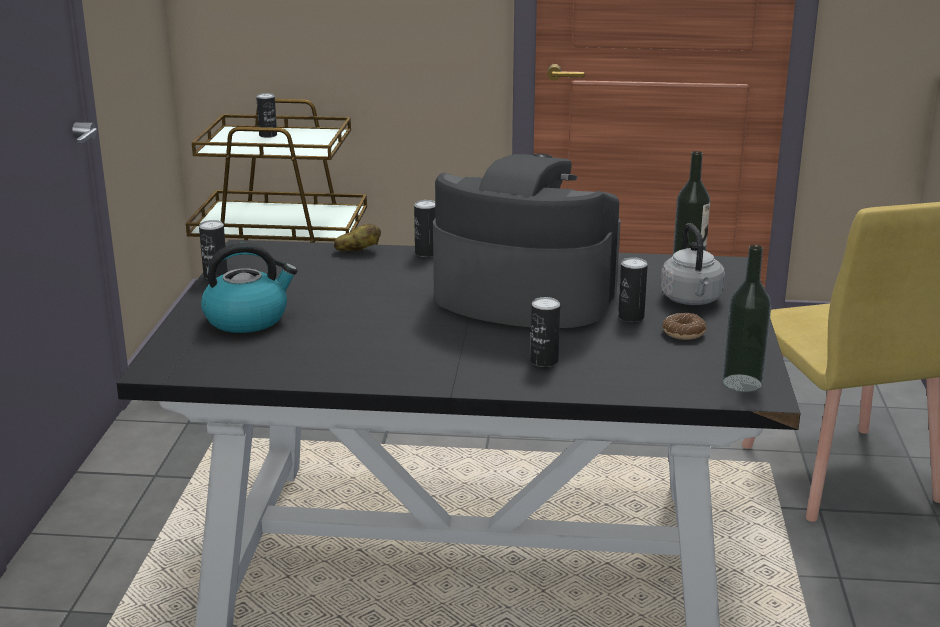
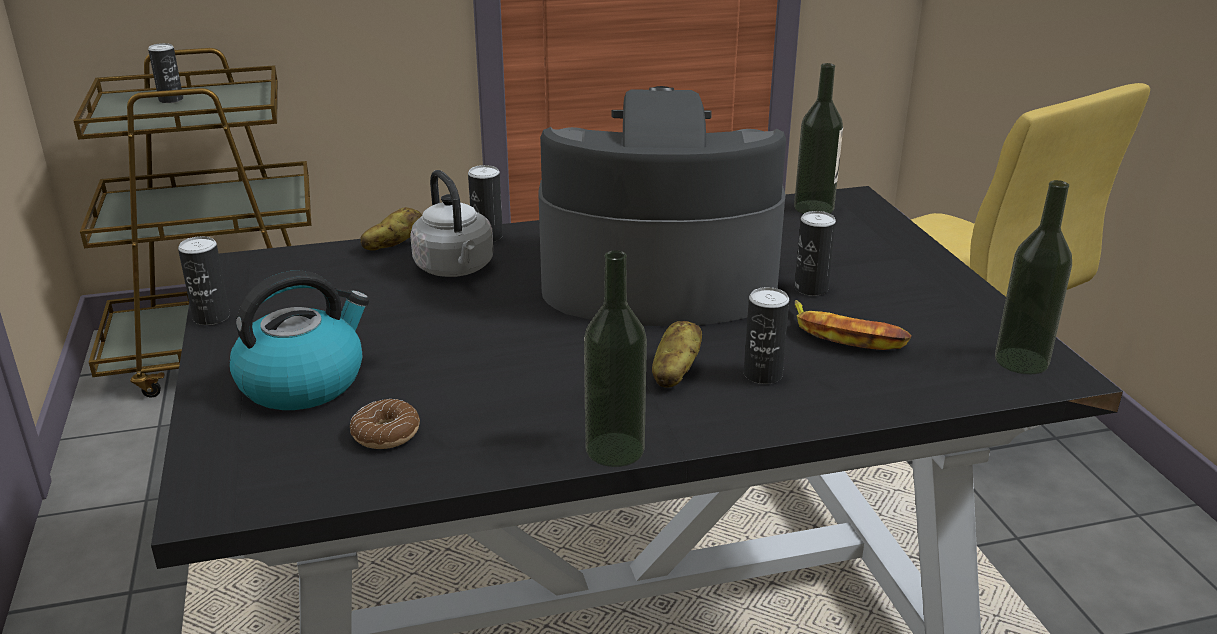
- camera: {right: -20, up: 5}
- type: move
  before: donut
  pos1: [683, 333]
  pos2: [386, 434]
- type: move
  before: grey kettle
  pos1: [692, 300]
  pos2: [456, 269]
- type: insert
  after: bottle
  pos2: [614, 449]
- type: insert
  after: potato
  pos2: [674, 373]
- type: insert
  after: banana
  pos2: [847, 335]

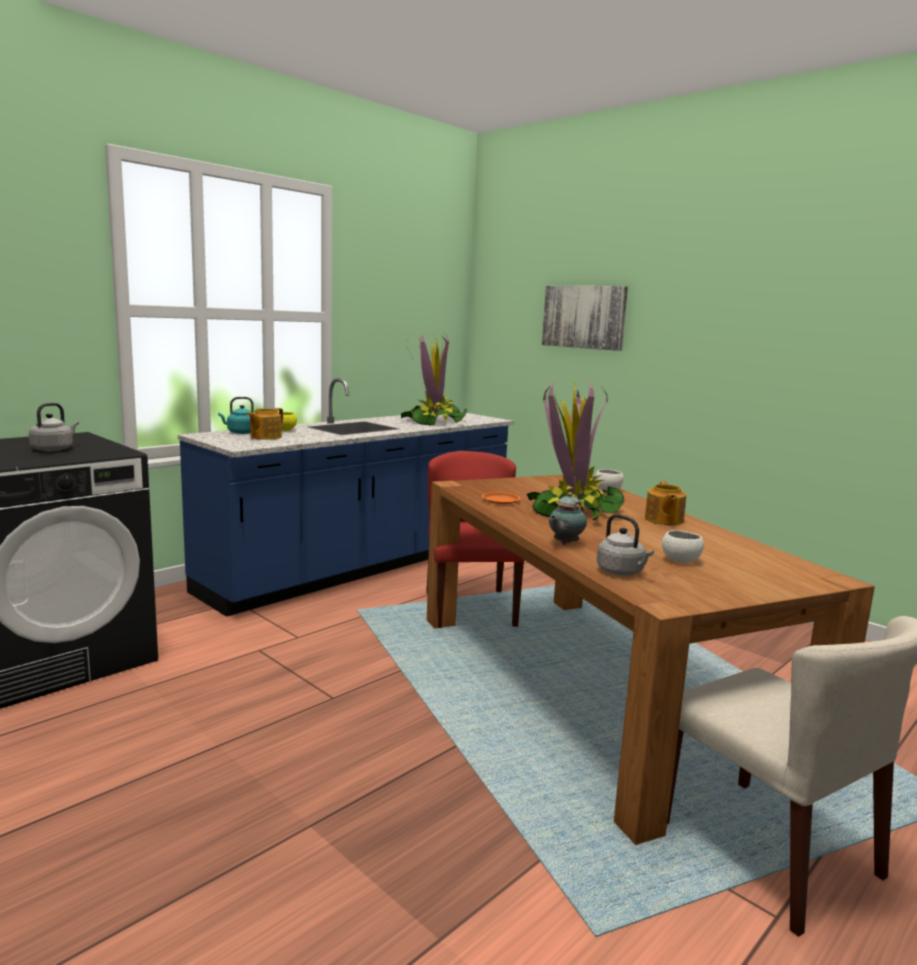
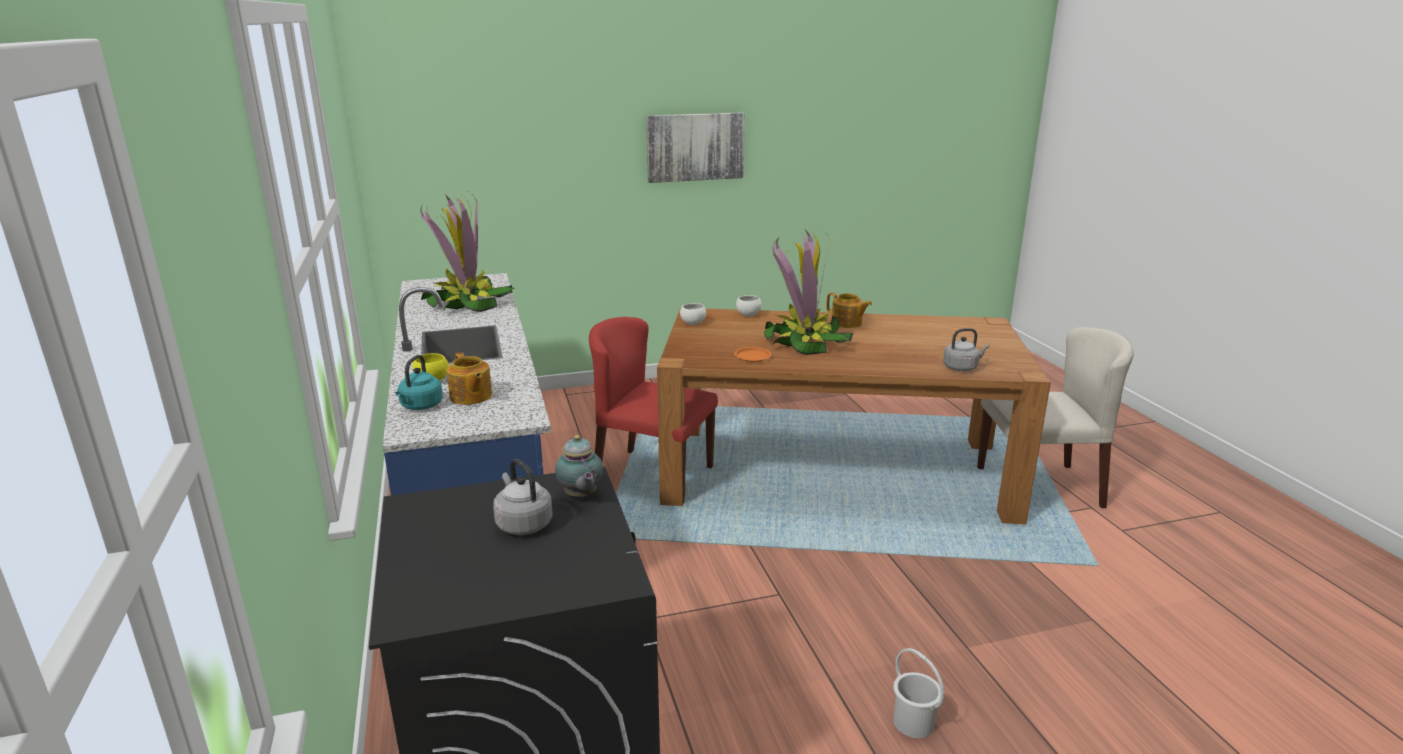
- camera: {right: -60, up: 10}
- type: move
  before: teapot
  pos1: [564, 543]
  pos2: [580, 496]
- type: move
  before: picture
  pos1: [584, 317]
  pos2: [695, 147]
- type: move
  before: white bowl
  pos1: [680, 561]
  pos2: [693, 323]
- type: insert
  after: white bucket
  pos2: [913, 722]

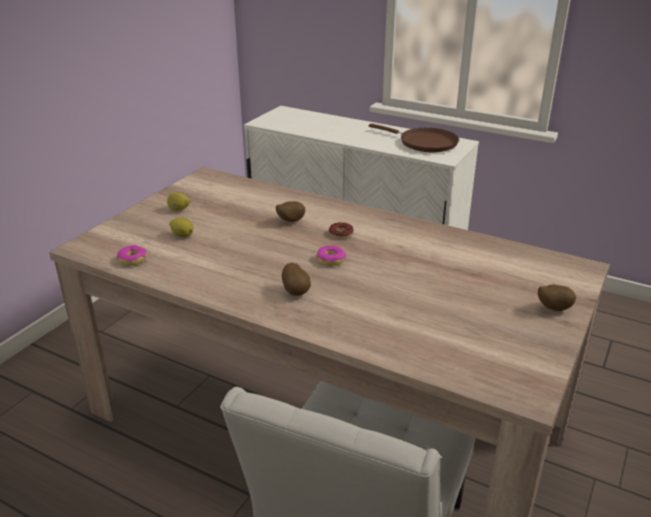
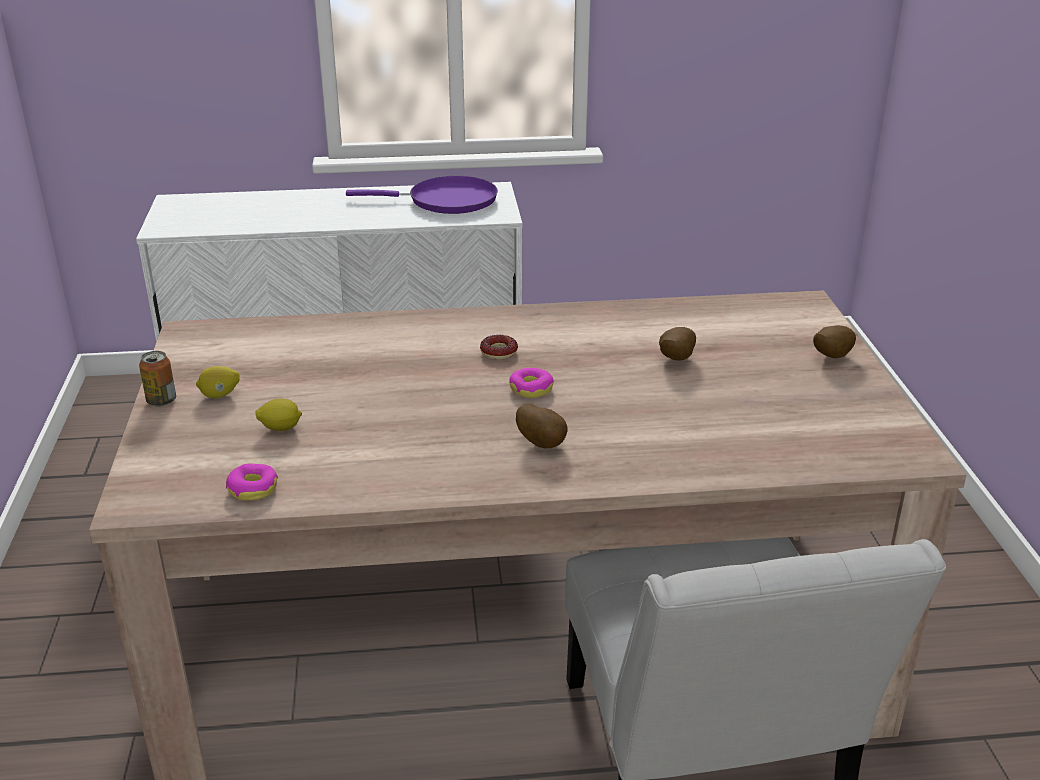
- camera: {right: -35, up: 0}
- type: insert
  after: can
  pos2: [161, 401]
- type: recolor
  before: brown frying pan
  after: purple frying pan
  pos1: [424, 143]
  pos2: [446, 201]
- type: move
  before: potato
  pos1: [290, 221]
  pos2: [674, 360]

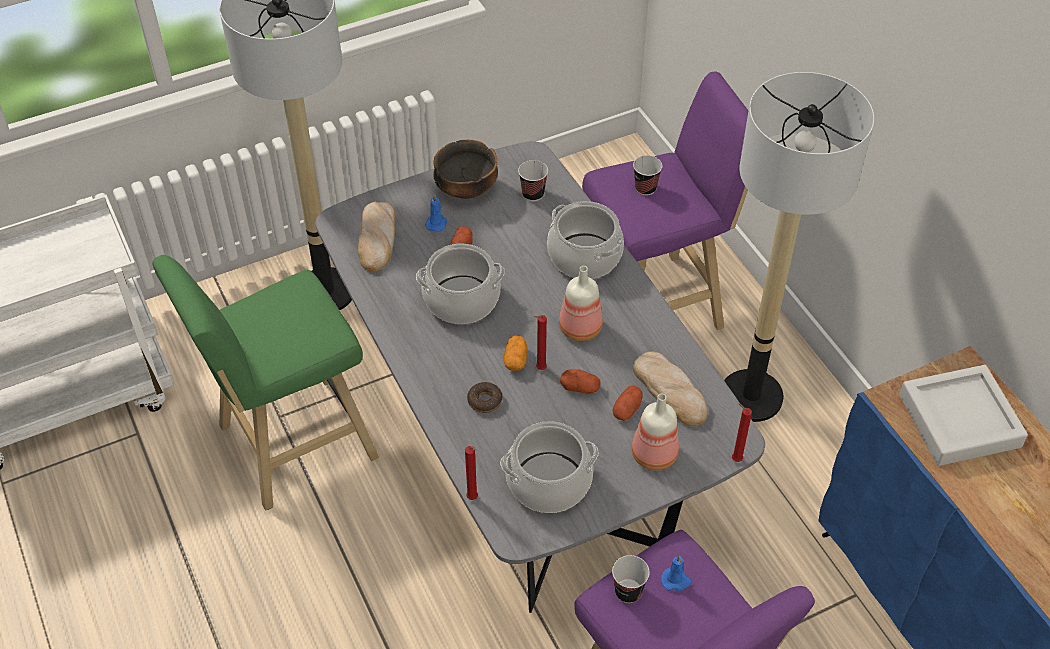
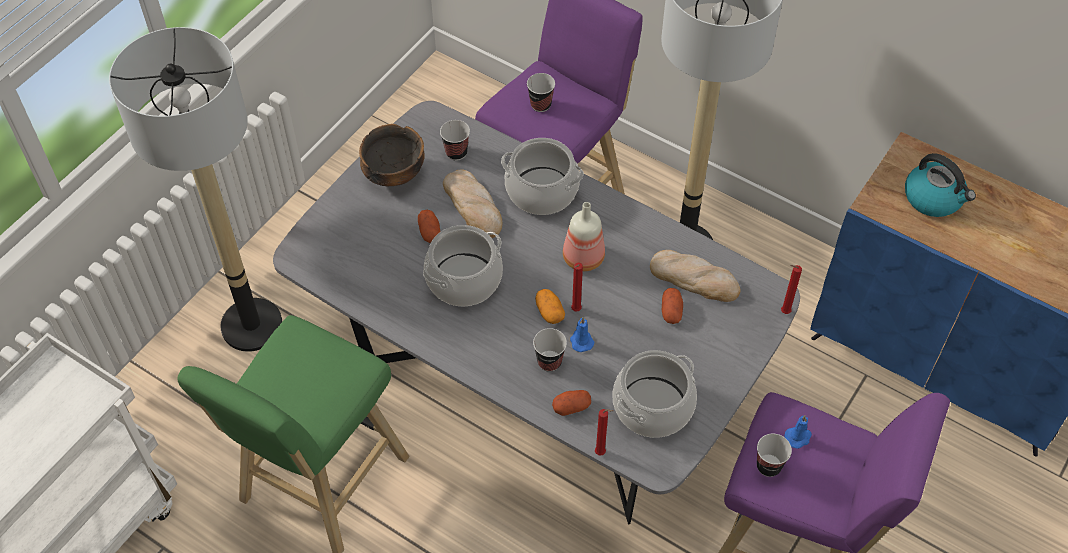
- camera: {right: -30, up: 5}
- type: move
  before: bread
  pos1: [377, 239]
  pos2: [473, 206]
- type: replace
  before: donut
  after: cup
  pos1: [485, 401]
  pos2: [549, 362]
- type: move
  before: potato
  pos1: [580, 387]
  pos2: [571, 407]
- type: move
  before: blue candle
  pos1: [436, 223]
  pos2: [581, 341]
- type: replace
  before: grey tray
  after: kettle
  pos1: [959, 421]
  pos2: [934, 198]
- type: delete
  before: bottle
  pos1: [654, 456]

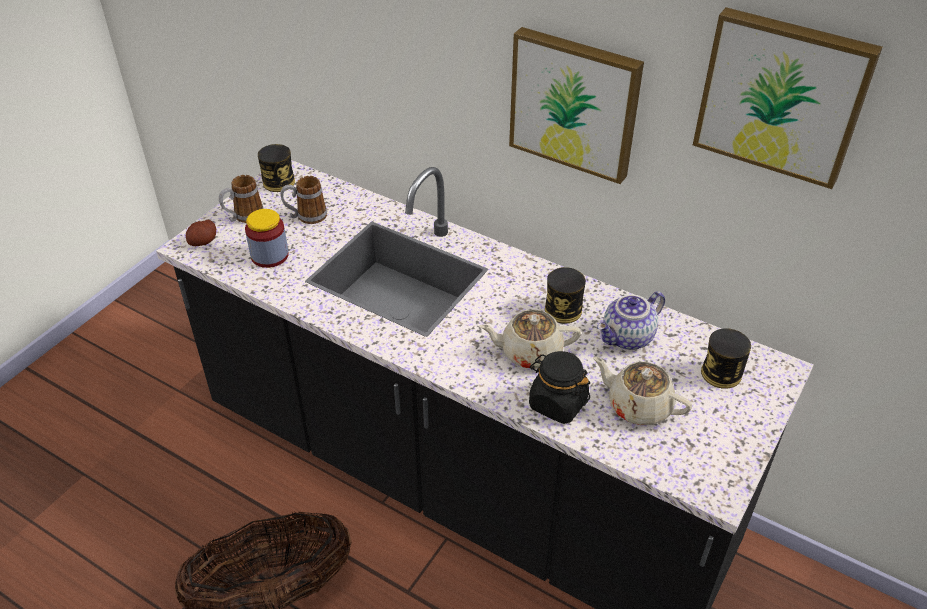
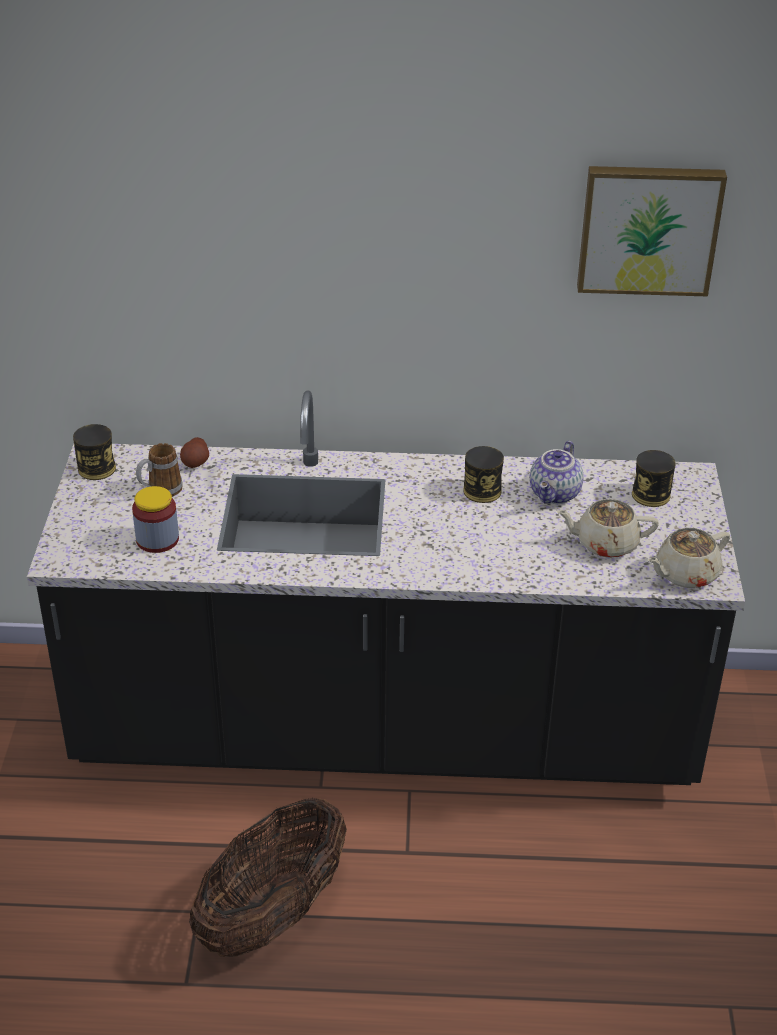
- camera: {right: -30, up: -5}
- type: move
  before: potato
  pos1: [203, 242]
  pos2: [195, 462]
- type: move
  before: beige teapot
  pos1: [529, 352]
  pos2: [685, 574]
- type: delete
  before: mug
  pos1: [244, 217]
- type: delete
  before: picture
  pos1: [575, 103]
- type: delete
  before: black jar
  pos1: [557, 403]

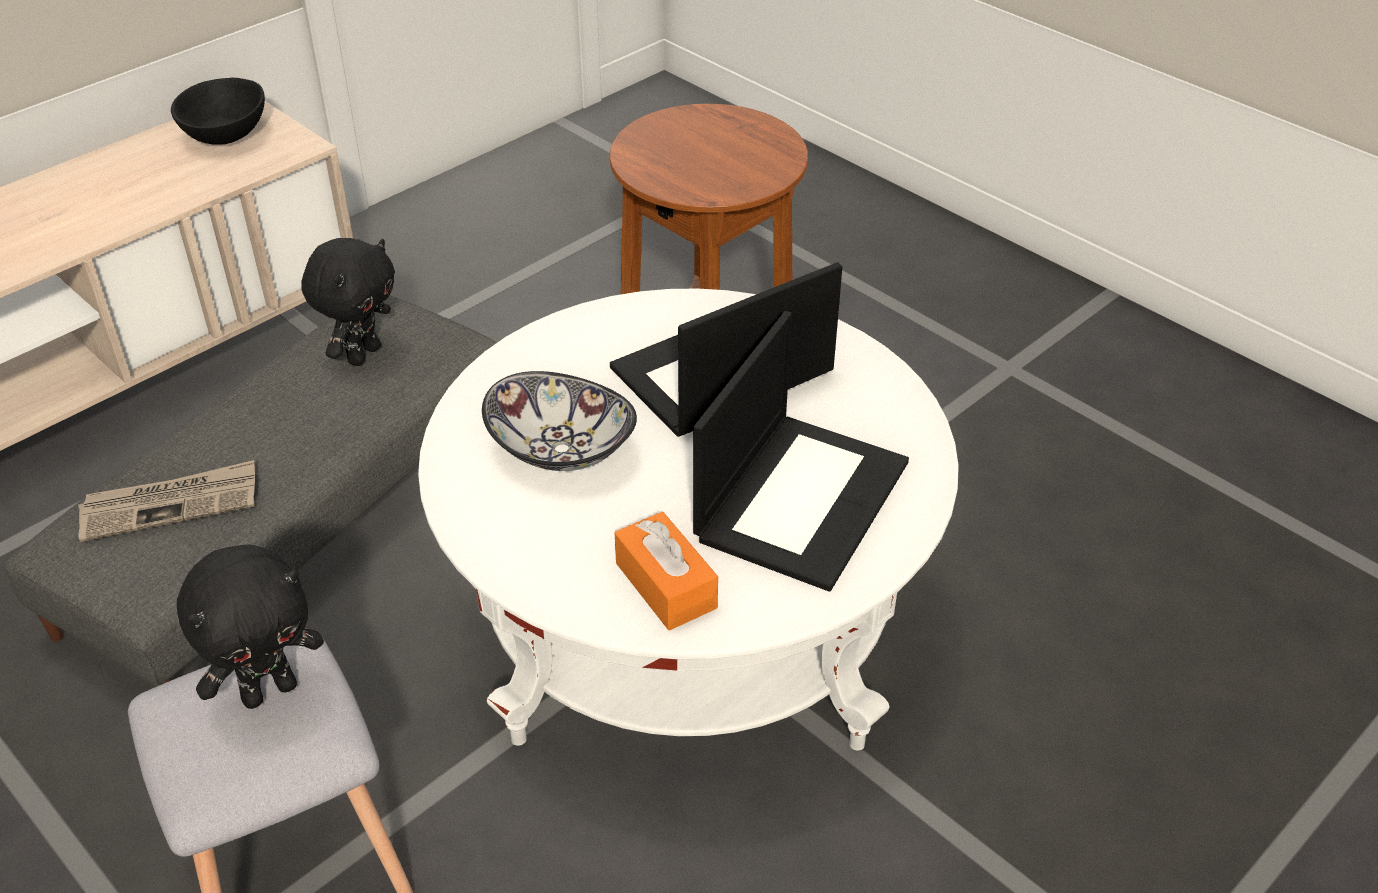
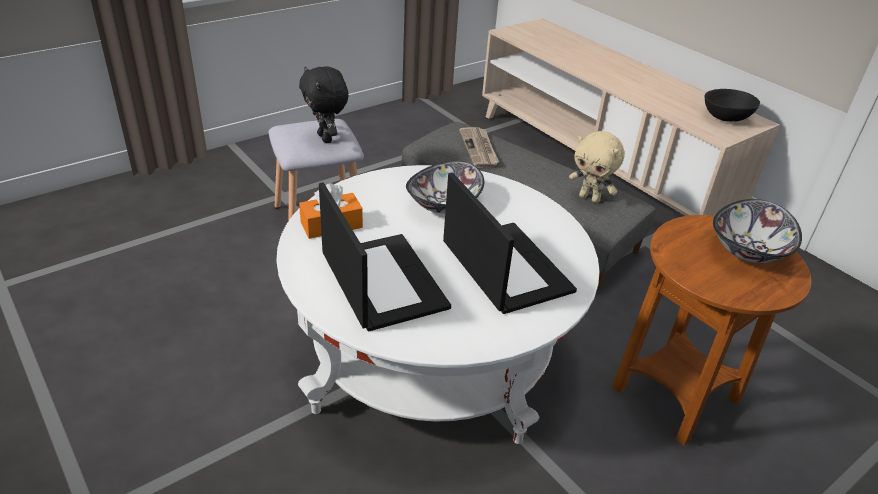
- camera: {right: 95, up: -5}
- type: rotate
  before: laptop
  pos1: [801, 498]
  pos2: [381, 280]
  turn: -150
- type: recolor
  before: black plush toy
  after: beige plush toy
  pos1: [363, 354]
  pos2: [590, 198]
- type: insert
  after: bowl
  pos2: [749, 251]

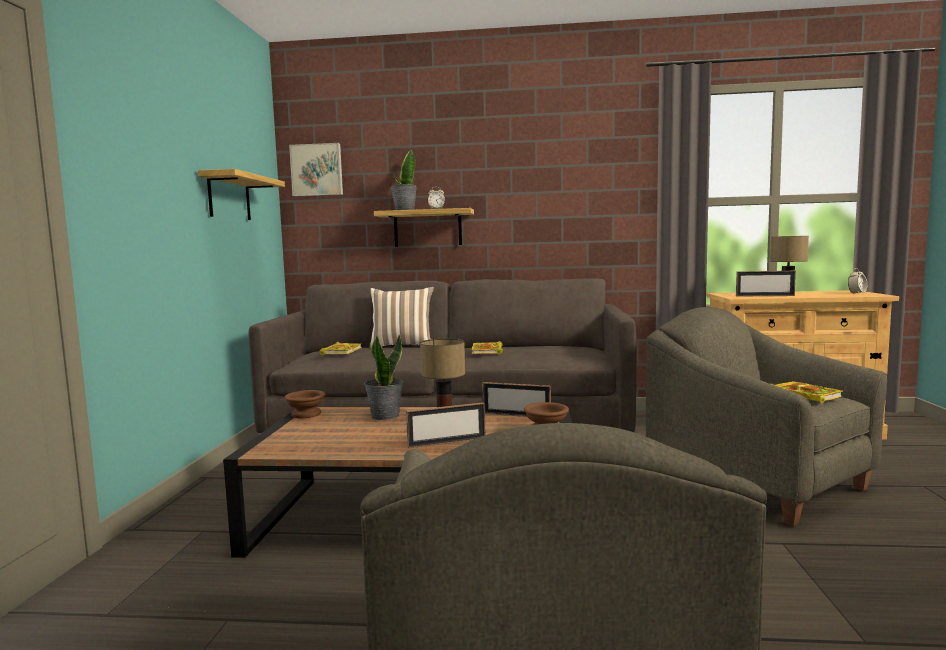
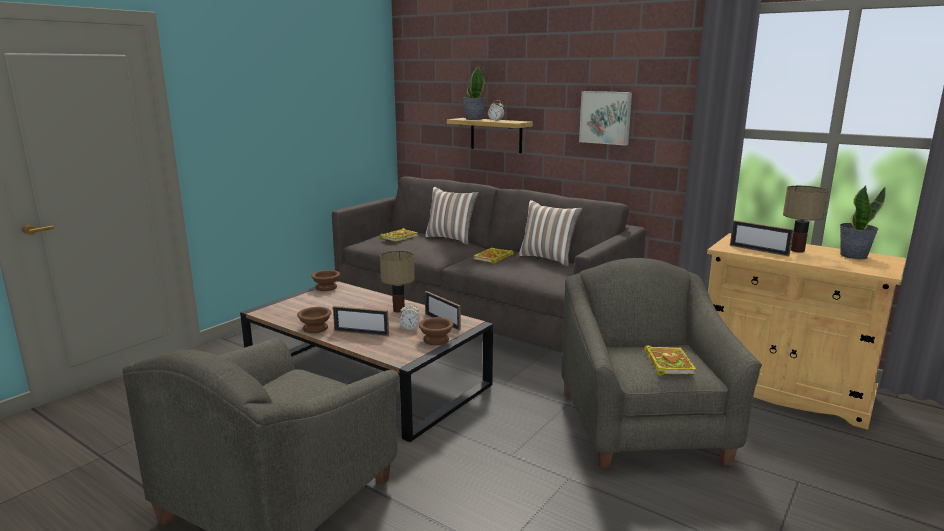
- camera: {right: 30, up: 10}
- type: insert
  after: brown bowl
  pos2: [314, 328]
- type: move
  before: alarm clock
  pos1: [857, 293]
  pos2: [409, 328]
- type: insert
  after: pillow
  pos2: [548, 258]
- type: move
  before: picture
  pos1: [317, 170]
  pos2: [606, 117]
- type: move
  before: potted plant
  pos1: [385, 416]
  pos2: [853, 255]
- type: delete
  before: shelf
  pos1: [229, 197]

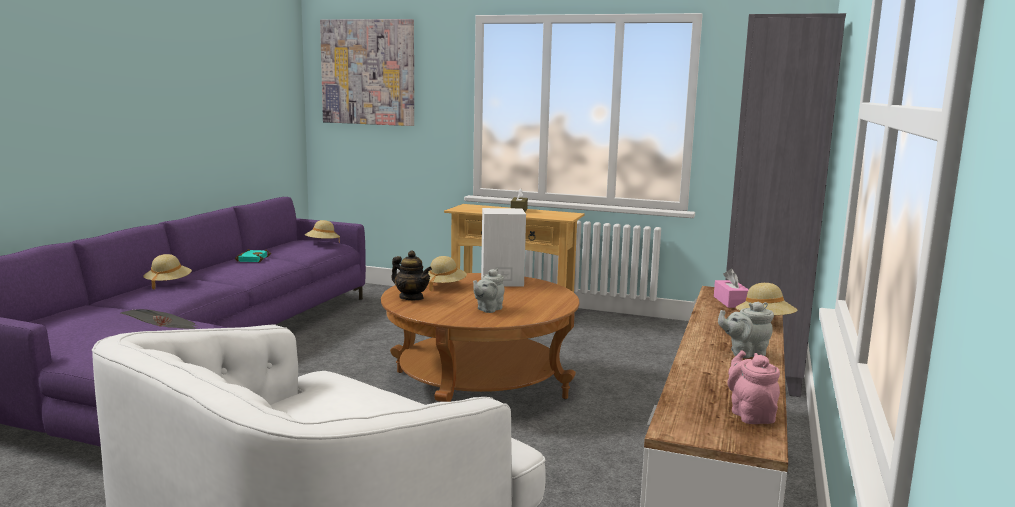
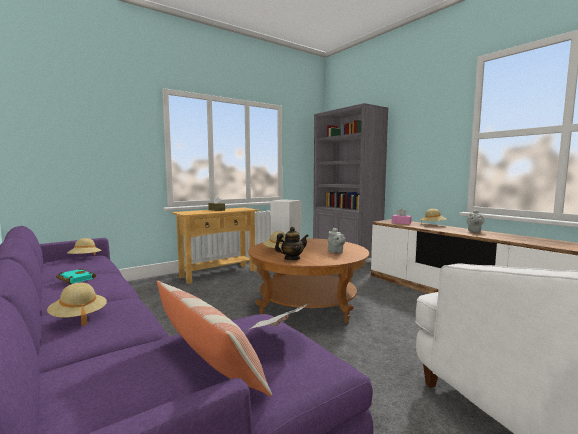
- camera: {right: -55, up: -5}
- type: insert
  after: pillow
  pos2: [208, 362]
- type: delete
  before: picture
  pos1: [368, 72]
- type: delete
  before: pink teapot
  pos1: [750, 415]

